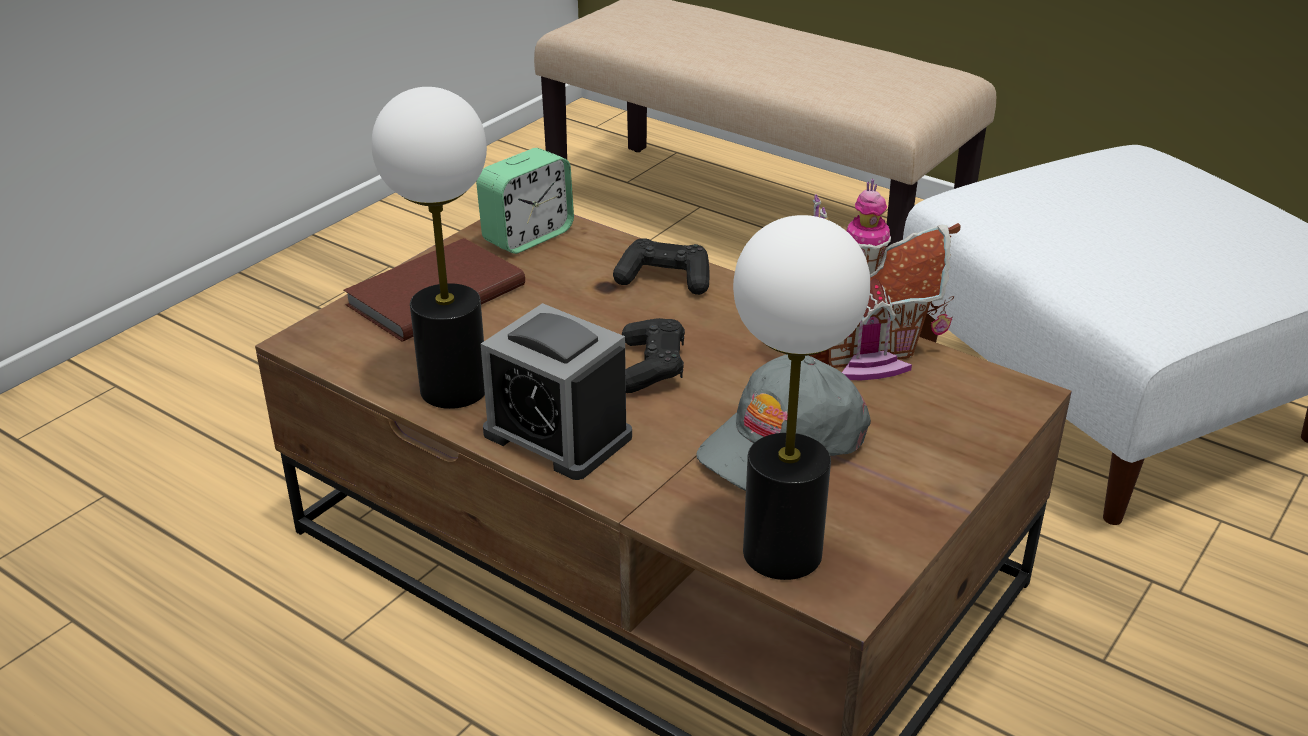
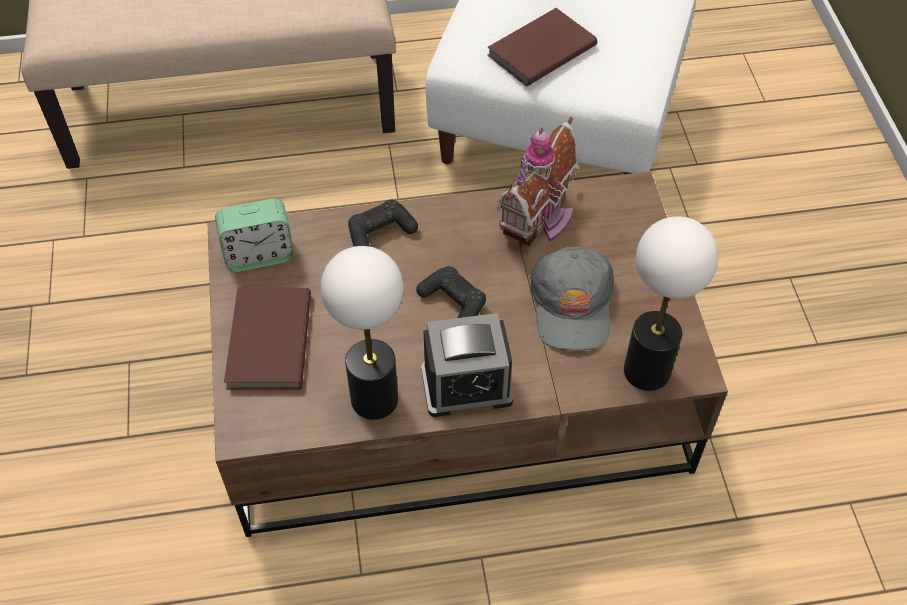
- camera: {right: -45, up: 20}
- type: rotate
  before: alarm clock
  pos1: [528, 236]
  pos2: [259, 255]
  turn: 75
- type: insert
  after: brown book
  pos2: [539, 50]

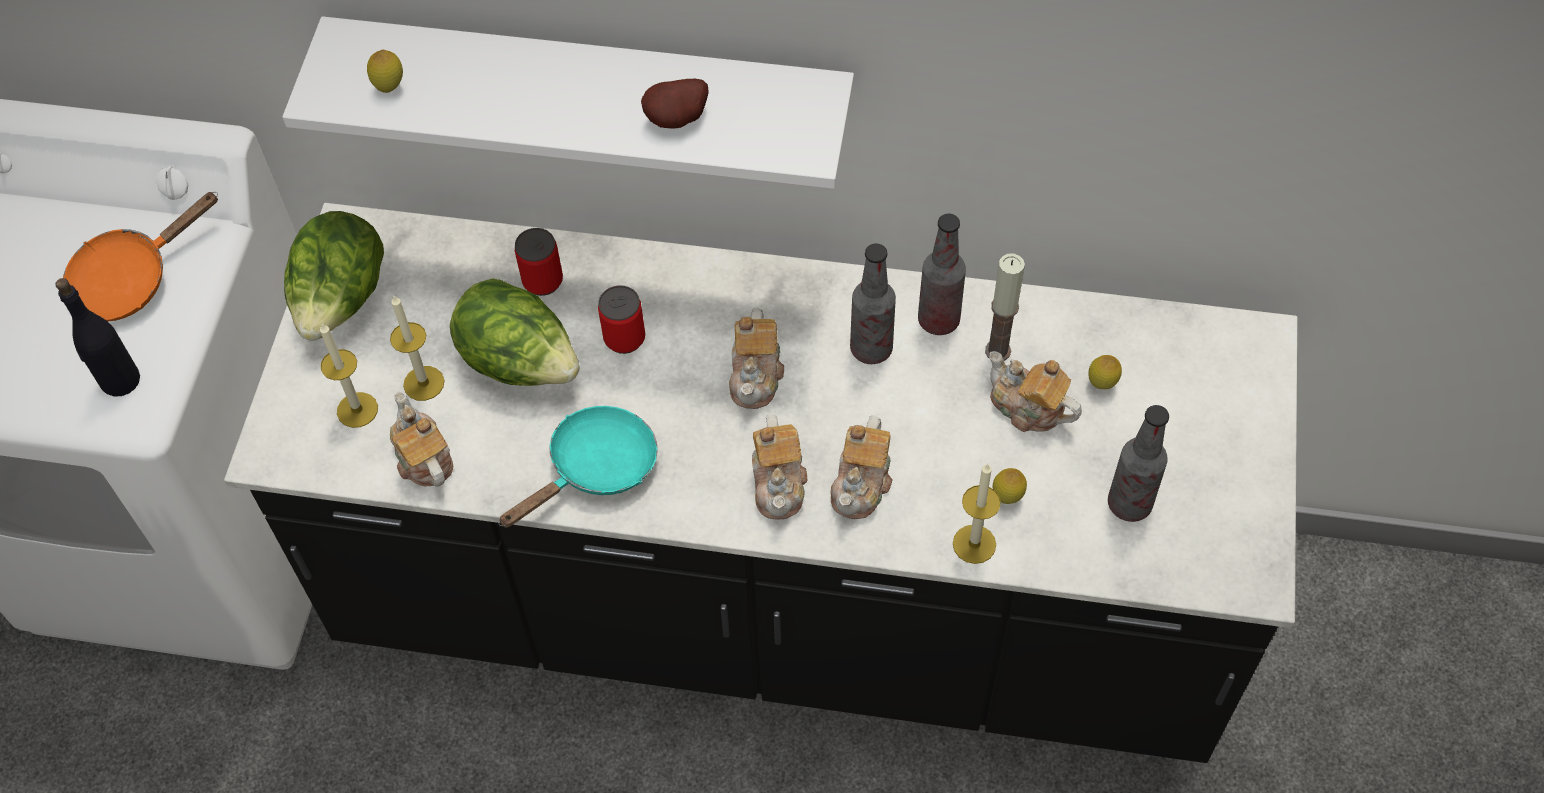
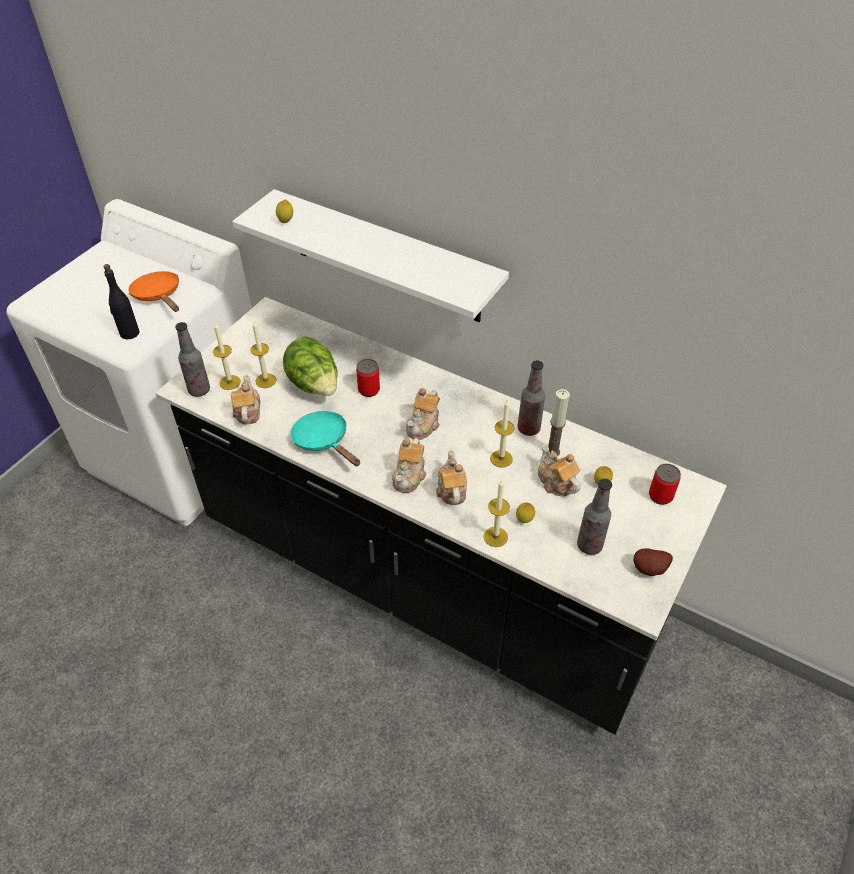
- camera: {right: 20, up: -10}
- type: rotate
  before: orange frying pan
  pos1: [131, 279]
  pos2: [159, 296]
  turn: 75
- type: move
  before: bottle
  pos1: [871, 349]
  pos2: [199, 390]
- type: rotate
  before: turquoise frying pan
  pos1: [595, 469]
  pos2: [324, 441]
  turn: -105
- type: rotate
  before: teapot
  pos1: [862, 484]
  pos2: [451, 490]
  turn: 135
- type: insert
  after: candle
  pos2: [501, 458]
- type: move
  before: potato
  pos1: [679, 120]
  pos2: [650, 570]
- type: move
  before: can
  pos1: [542, 280]
  pos2: [660, 496]
- type: delete
  before: lettuce
  pos1: [342, 301]

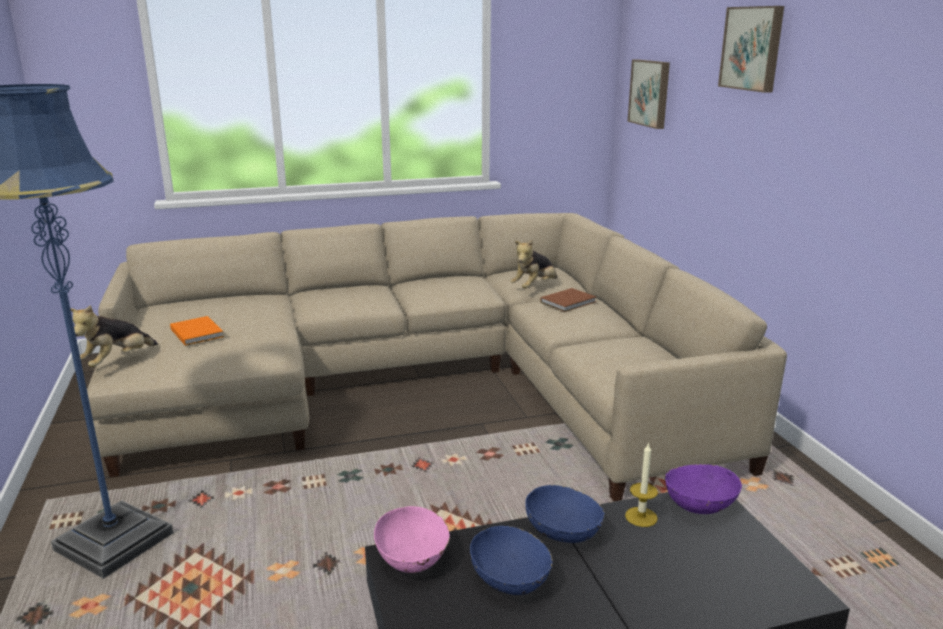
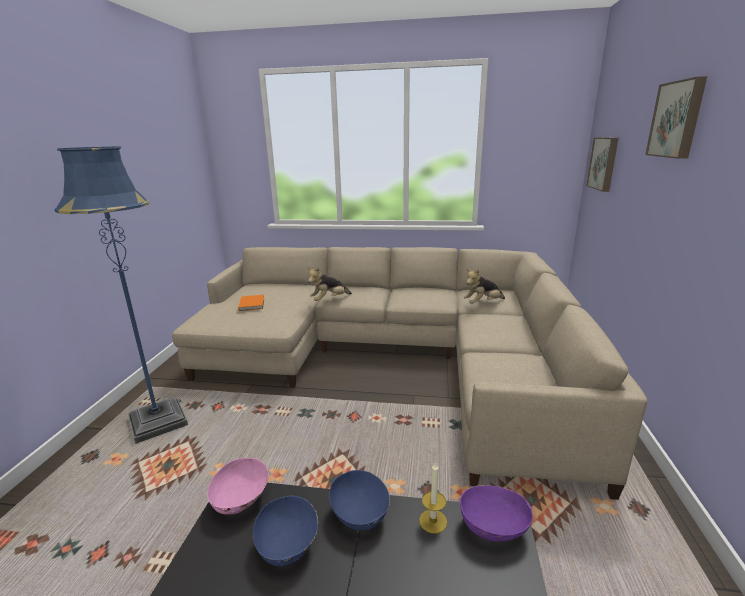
- camera: {right: 25, up: 0}
- type: move
  before: plush toy
  pos1: [117, 361]
  pos2: [329, 300]
- type: delete
  before: brown book
  pos1: [569, 302]

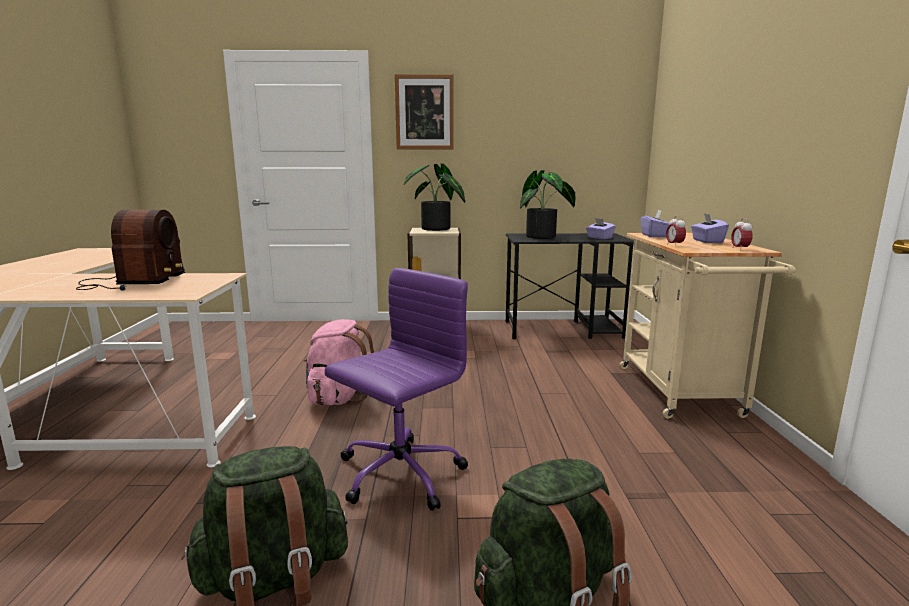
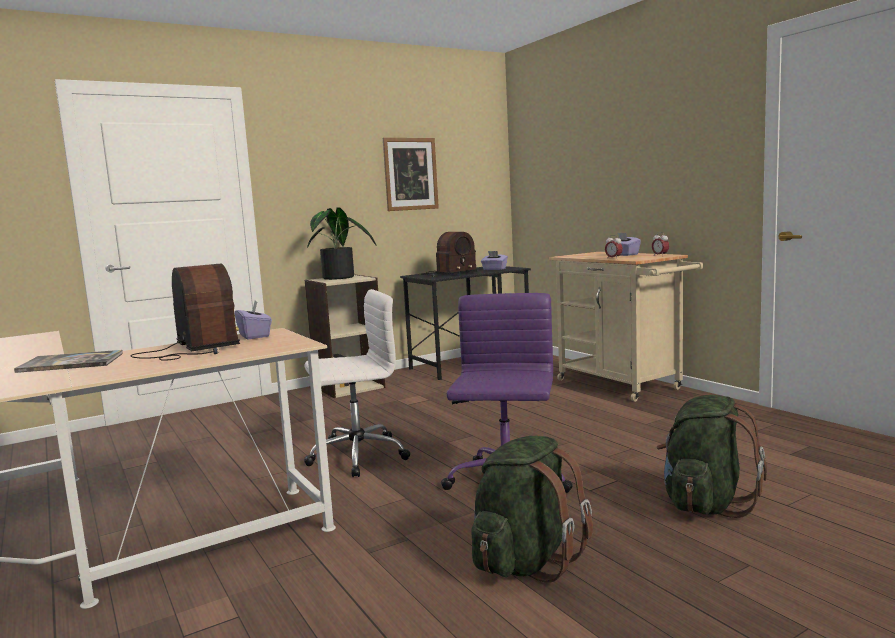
- camera: {right: -30, up: -5}
- type: insert
  after: book
  pos2: [71, 363]
- type: move
  before: purple tissue box
  pos1: [654, 235]
  pos2: [255, 336]
- type: replace
  before: pink backpack
  after: white office chair
  pos1: [339, 398]
  pos2: [356, 456]
- type: move
  before: picture
  pos1: [424, 112]
  pos2: [410, 174]
- type: replace
  before: potted plant
  after: radio
  pos1: [544, 237]
  pos2: [446, 274]

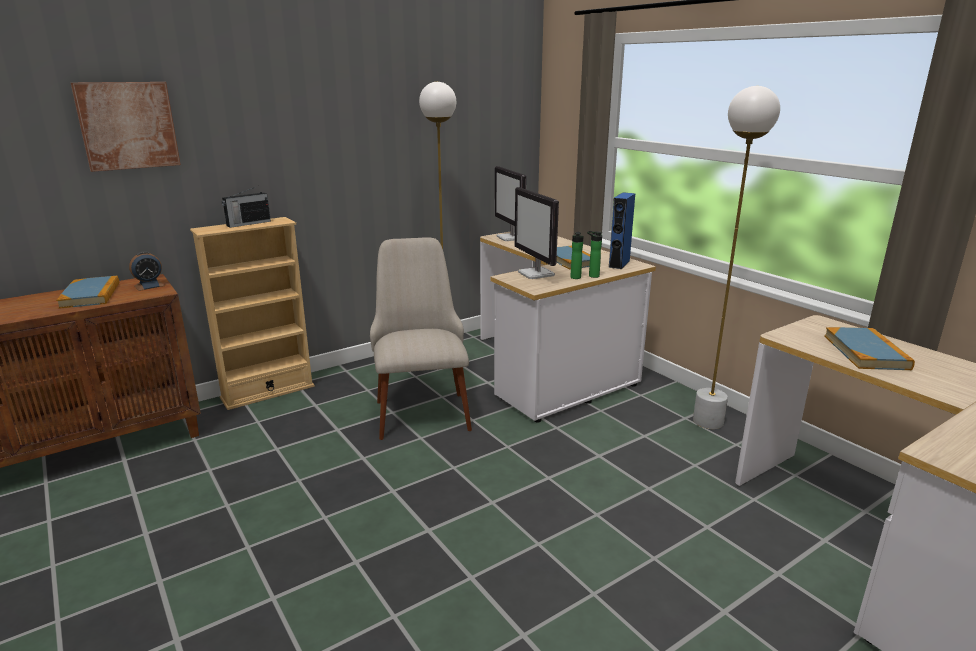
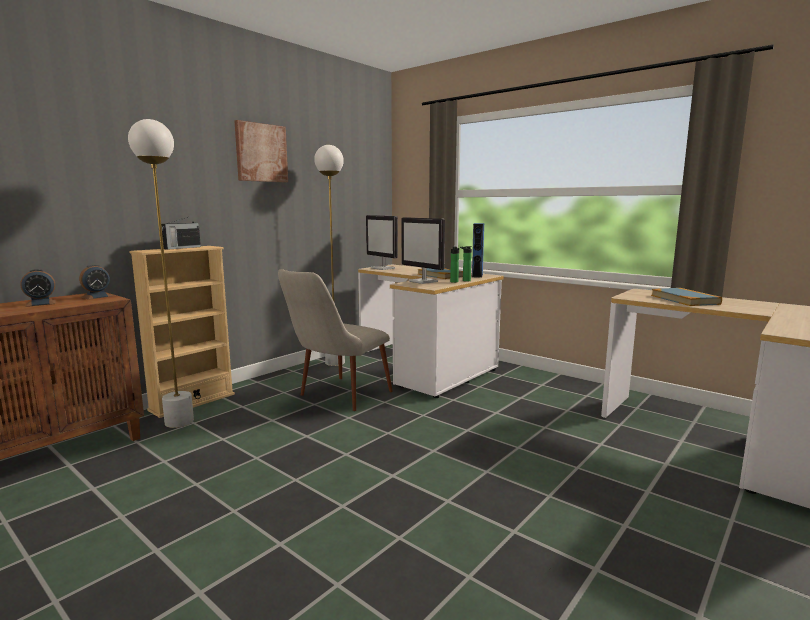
- camera: {right: -15, up: -10}
- type: replace
  before: book
  after: alarm clock
  pos1: [91, 295]
  pos2: [41, 303]
- type: move
  before: white floor lamp
  pos1: [708, 422]
  pos2: [179, 422]
- type: move
  before: picture
  pos1: [128, 125]
  pos2: [261, 153]
- type: rotate
  before: beige chair
  pos1: [420, 406]
  pos2: [336, 398]
  turn: -120

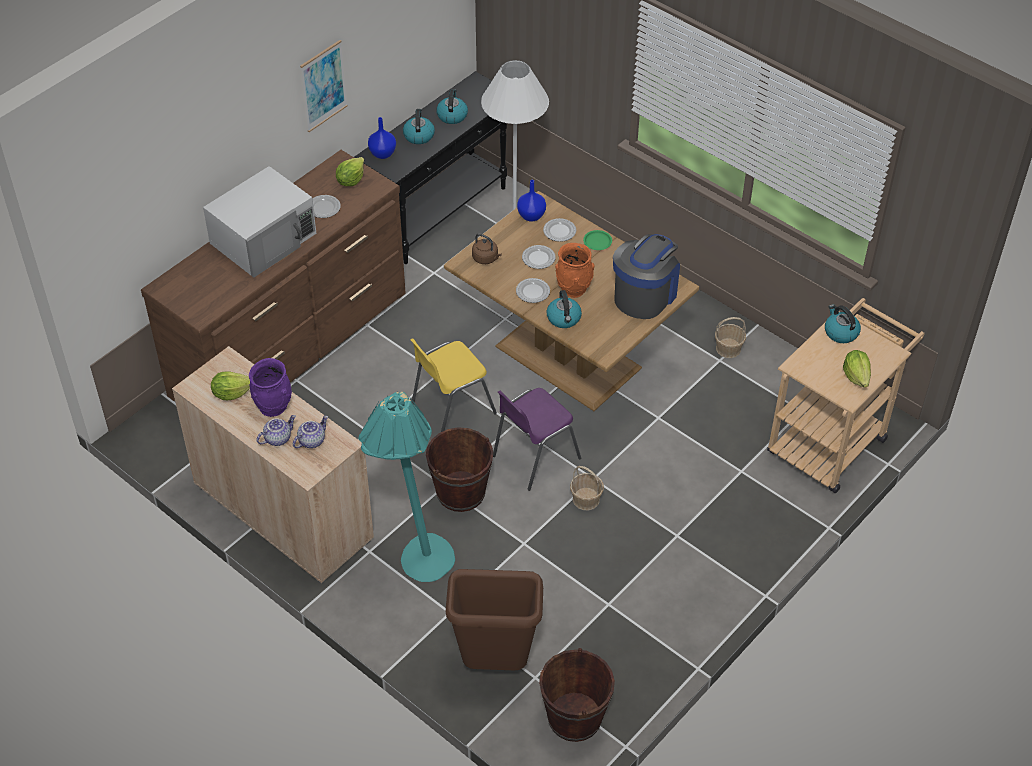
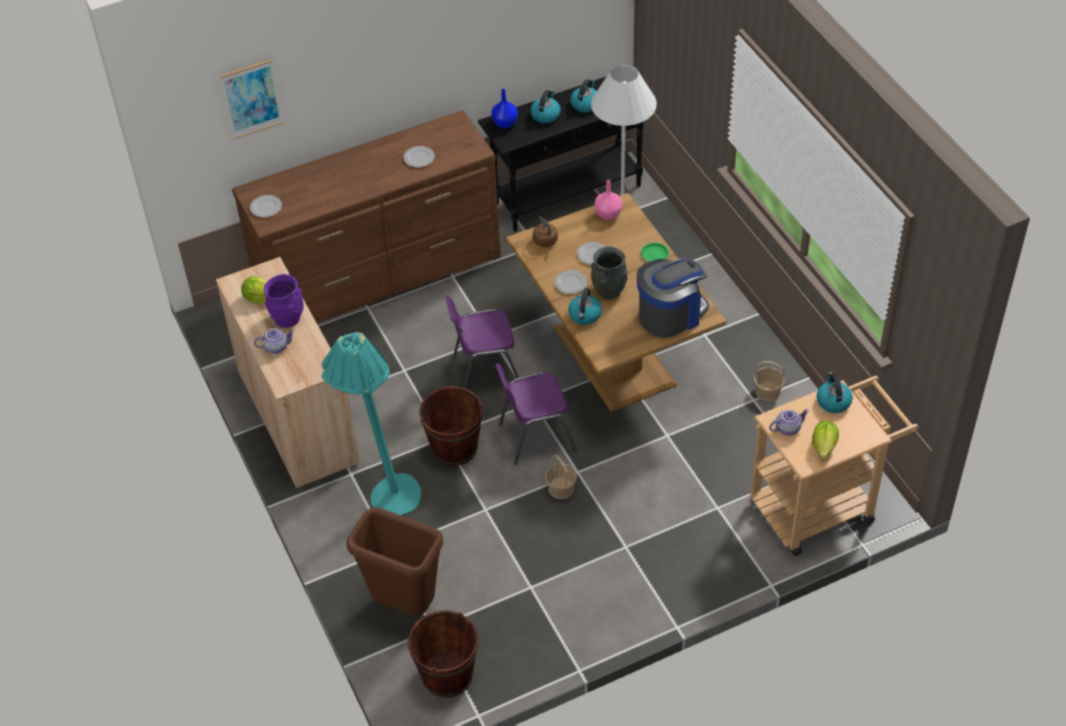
- camera: {right: 25, up: 0}
- type: move
  before: picture
  pos1: [323, 86]
  pos2: [251, 99]
- type: move
  before: plate
  pos1: [559, 232]
  pos2: [266, 208]
- type: recolor
  before: yellow chair
  after: purple chair
  pos1: [451, 409]
  pos2: [485, 372]
- type: recolor
  before: orange vase
  after: grey vase
  pos1: [574, 288]
  pos2: [609, 291]
- type: recolor
  before: blue vase
  after: pink vase
  pos1: [531, 216]
  pos2: [607, 214]
- type: move
  before: teapot
  pos1: [311, 440]
  pos2: [787, 428]
- type: delete
  before: white microwave
  pos1: [264, 238]
- type: delete
  before: lettuce
  pos1: [350, 180]

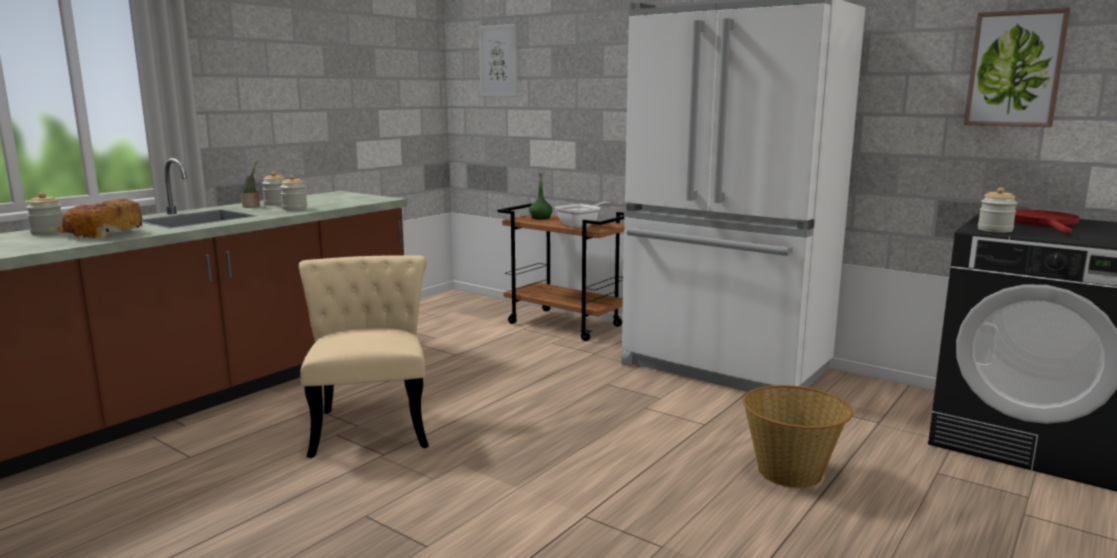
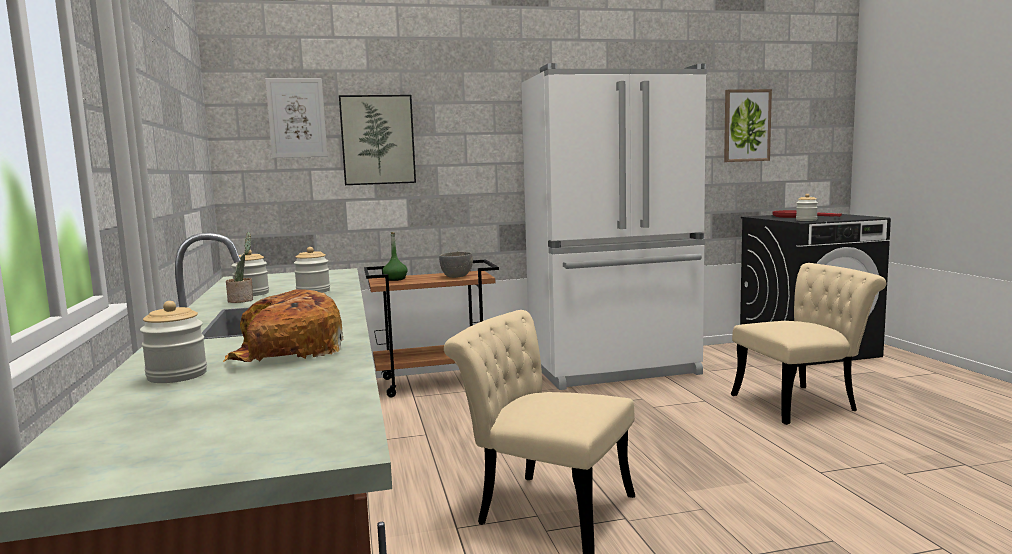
- camera: {right: -50, up: -5}
- type: insert
  after: picture
  pos2: [377, 140]
- type: replace
  before: frying pan
  after: grey bowl
  pos1: [581, 225]
  pos2: [457, 276]
- type: replace
  before: basket
  after: beige chair
  pos1: [791, 472]
  pos2: [803, 403]

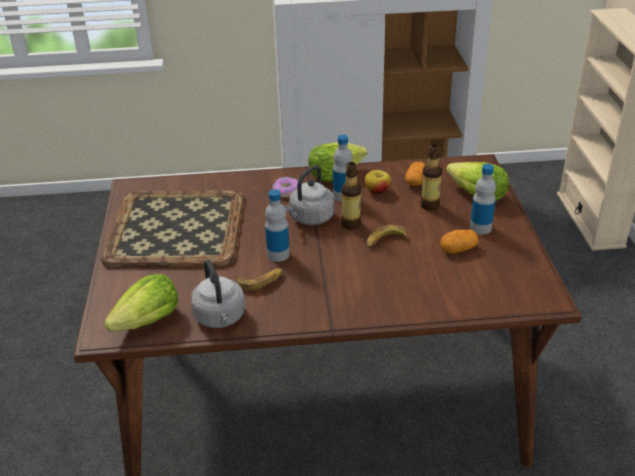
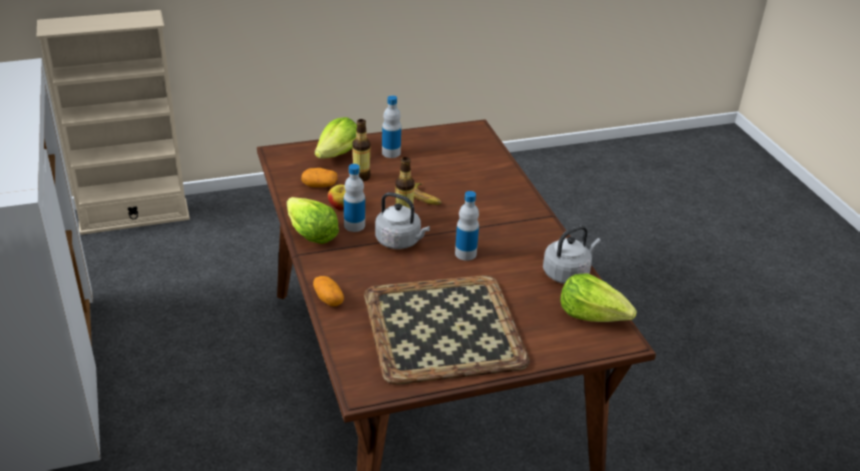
- camera: {right: -105, up: 0}
- type: move
  before: potato
  pos1: [458, 249]
  pos2: [328, 299]
- type: delete
  before: banana
  pos1: [261, 281]
- type: delete
  before: donut
  pos1: [286, 191]

